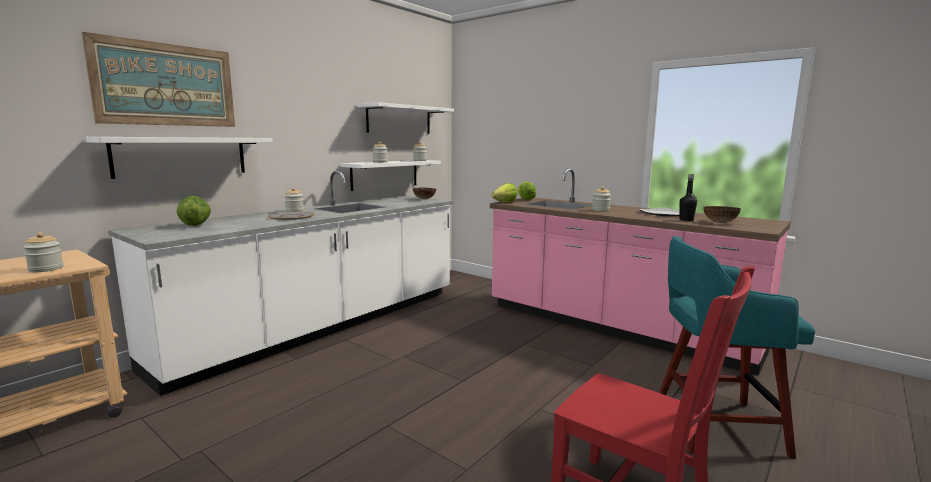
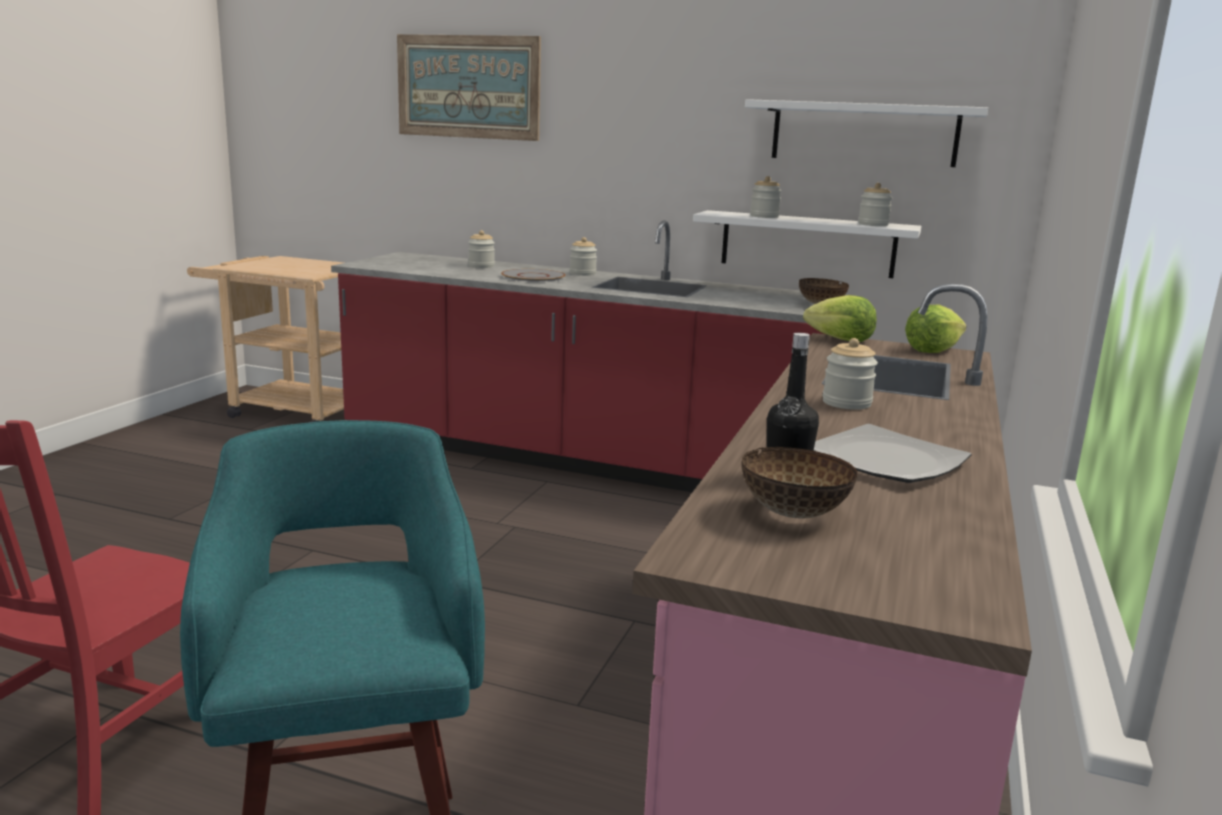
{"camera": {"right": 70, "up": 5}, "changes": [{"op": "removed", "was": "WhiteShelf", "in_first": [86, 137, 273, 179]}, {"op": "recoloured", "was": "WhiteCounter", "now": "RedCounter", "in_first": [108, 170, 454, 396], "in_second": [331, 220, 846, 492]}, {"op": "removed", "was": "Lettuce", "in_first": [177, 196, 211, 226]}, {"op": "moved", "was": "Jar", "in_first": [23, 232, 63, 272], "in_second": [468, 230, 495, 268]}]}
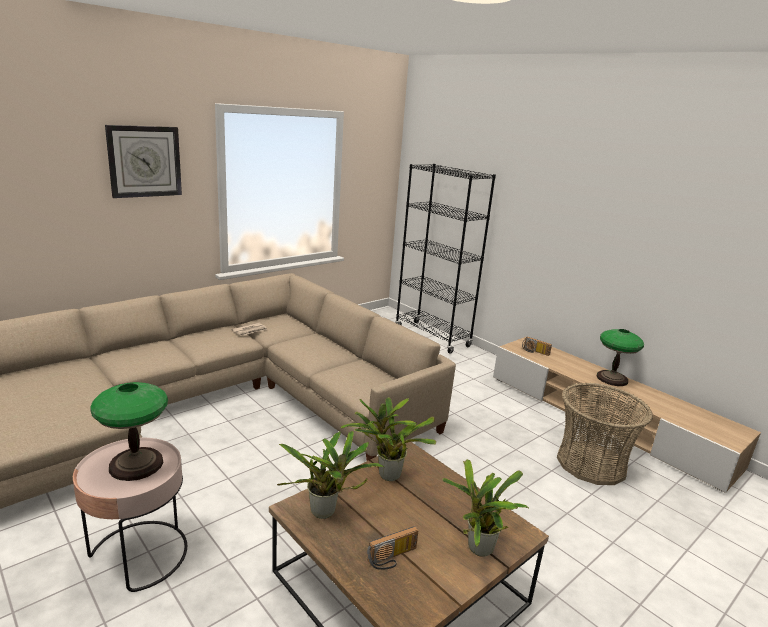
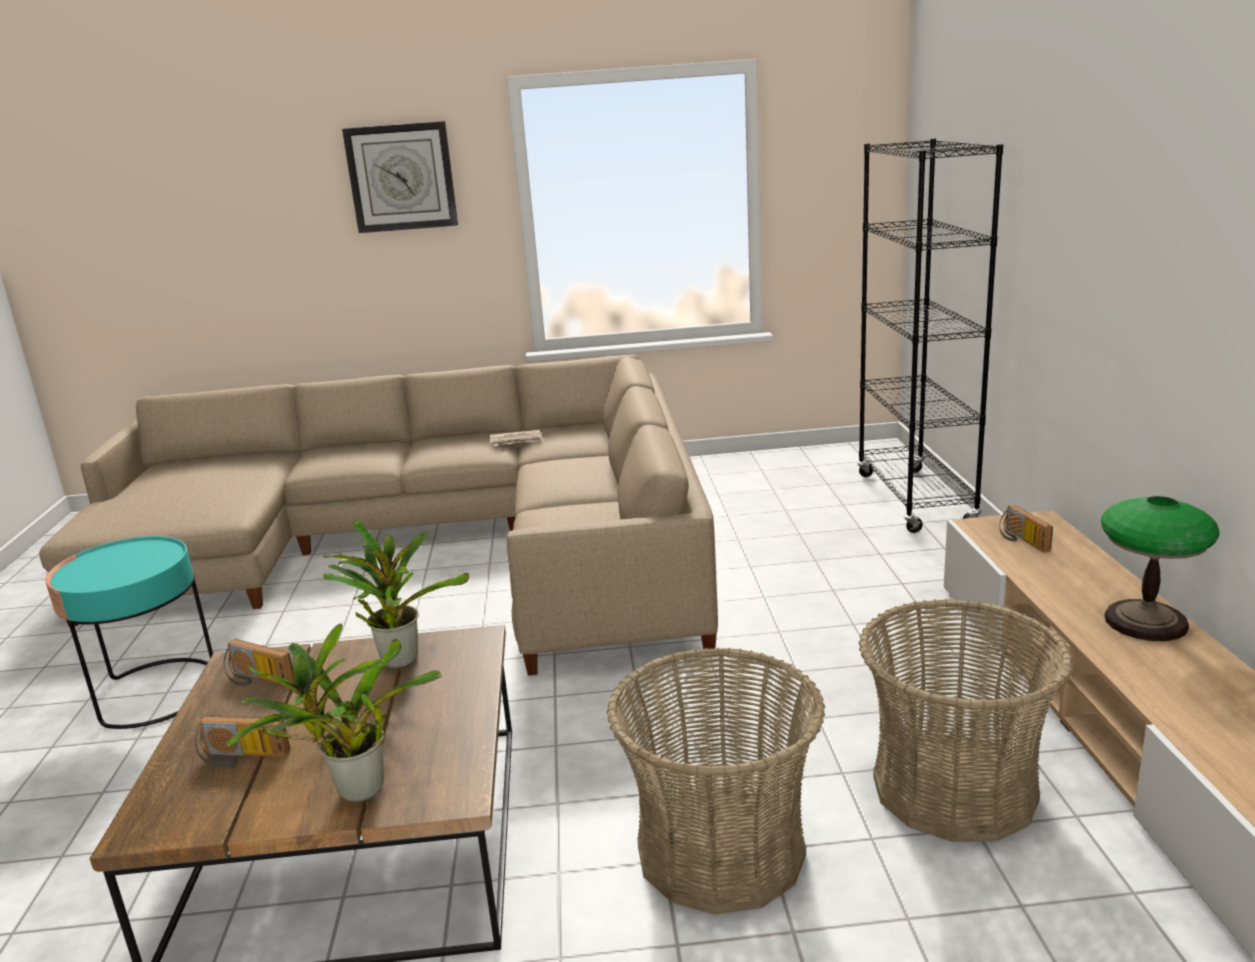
{"camera": {"right": 40, "up": 0}, "changes": [{"op": "removed", "was": "TableLamp", "in_first": [90, 382, 168, 481]}, {"op": "replaced", "was": "PottedPlant", "now": "Radio", "in_first": [277, 431, 385, 519], "in_second": [224, 639, 295, 686]}, {"op": "recoloured", "was": "PinkSideTable", "now": "TurquoiseSideTable", "in_first": [73, 438, 187, 592], "in_second": [45, 536, 213, 729]}, {"op": "added", "now": "Basket", "in_second": [607, 647, 825, 915]}]}
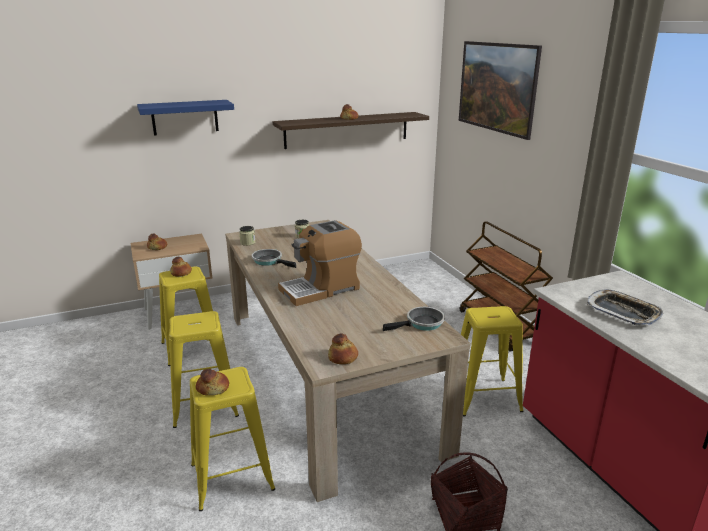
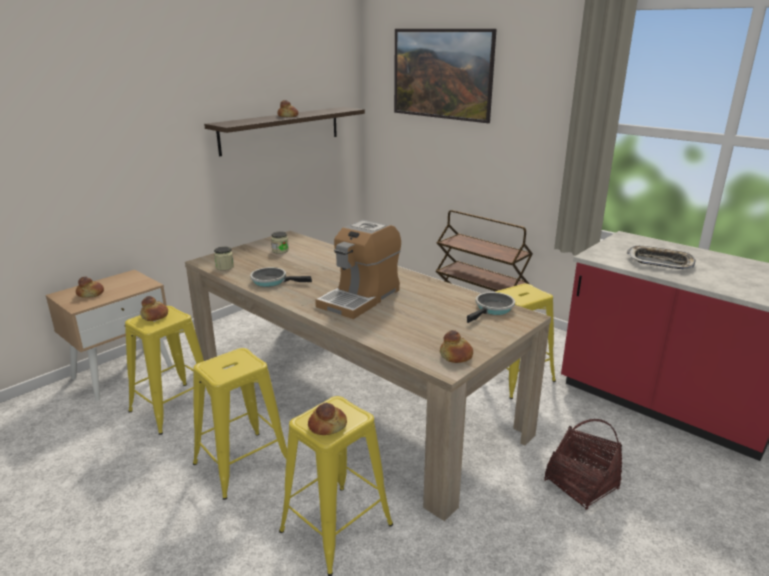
{"camera": {"right": -25, "up": 0}, "changes": [{"op": "removed", "was": "BlueShelf", "in_first": [137, 100, 234, 135]}]}
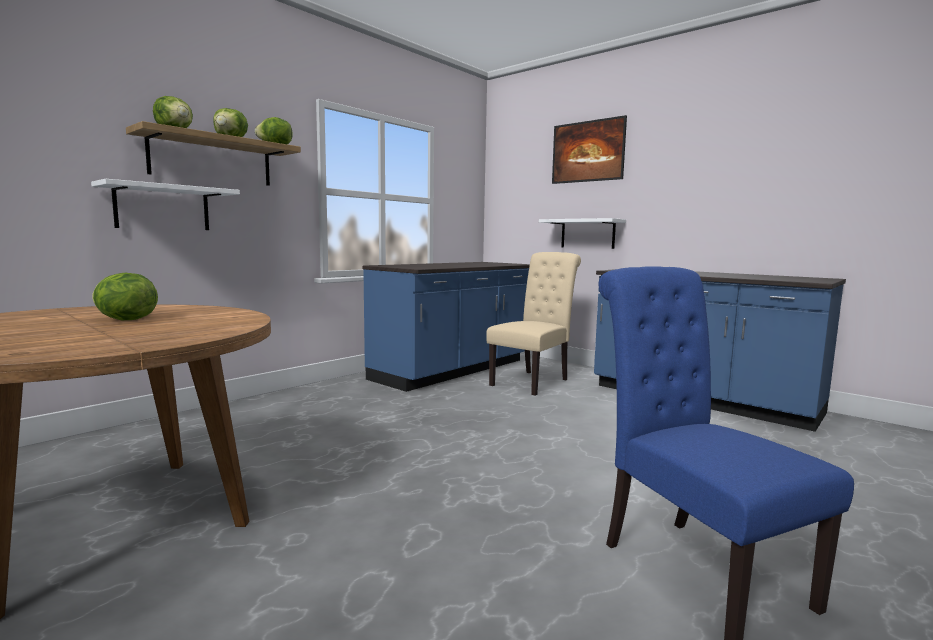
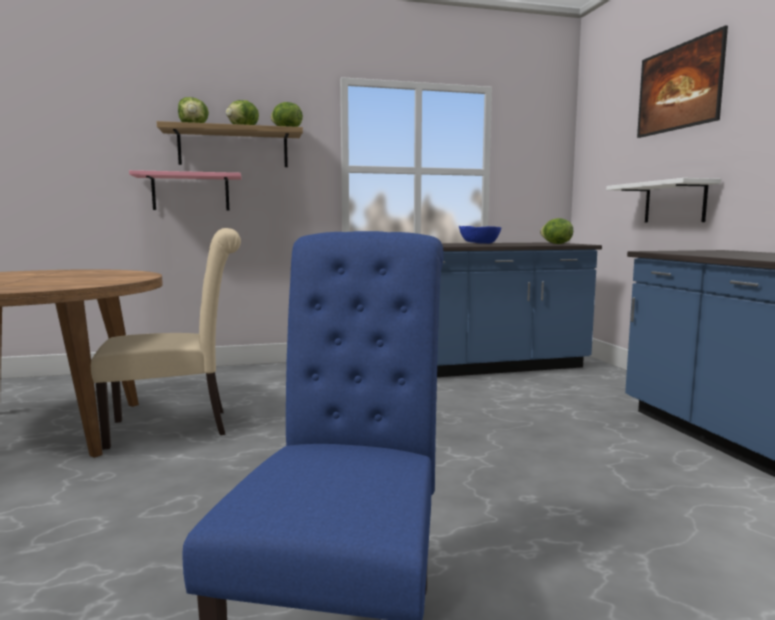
{"camera": {"right": 35, "up": 0}, "changes": [{"op": "recoloured", "was": "WhiteShelf", "now": "PinkShelf", "in_first": [91, 179, 240, 230], "in_second": [129, 170, 241, 210]}, {"op": "moved", "was": "BeigeChair", "in_first": [486, 252, 581, 396], "in_second": [91, 228, 241, 450]}, {"op": "moved", "was": "Lettuce", "in_first": [92, 273, 158, 320], "in_second": [540, 218, 573, 244]}, {"op": "added", "now": "BlueBowl", "in_second": [459, 226, 501, 244]}]}
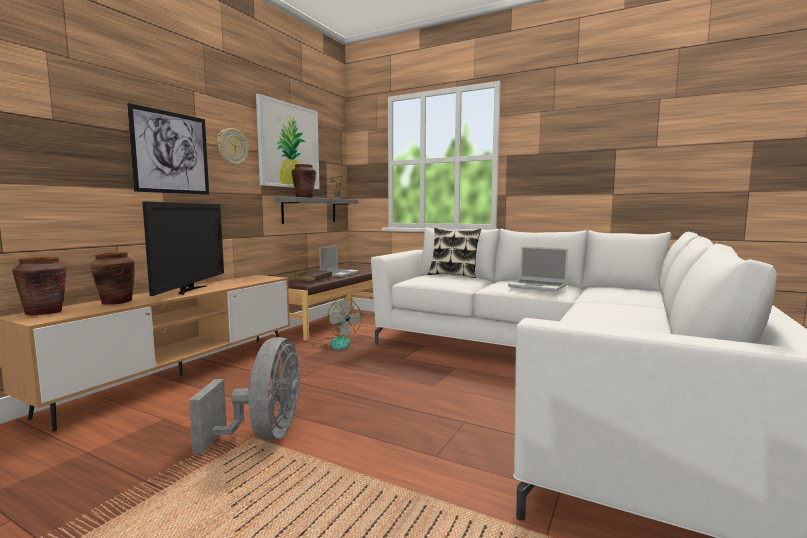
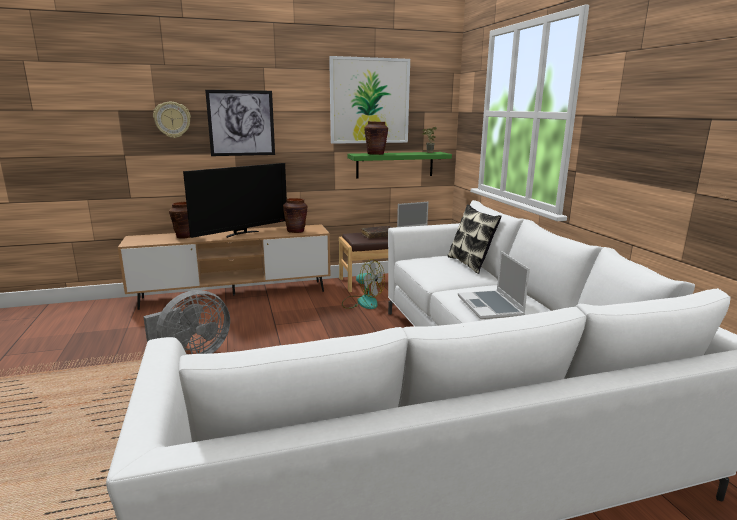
{"camera": {"right": 45, "up": 10}, "changes": [{"op": "moved", "was": "WallClock", "in_first": [217, 128, 249, 167], "in_second": [153, 102, 191, 138]}, {"op": "recoloured", "was": "GreyShelf", "now": "GreenShelf", "in_first": [274, 197, 358, 224], "in_second": [347, 152, 452, 179]}, {"op": "moved", "was": "BrownVase", "in_first": [13, 257, 67, 315], "in_second": [283, 198, 308, 233]}, {"op": "turned", "was": "Fan", "in_first": [312, 298, 362, 350], "in_second": [342, 259, 385, 309], "clockwise": -60}]}
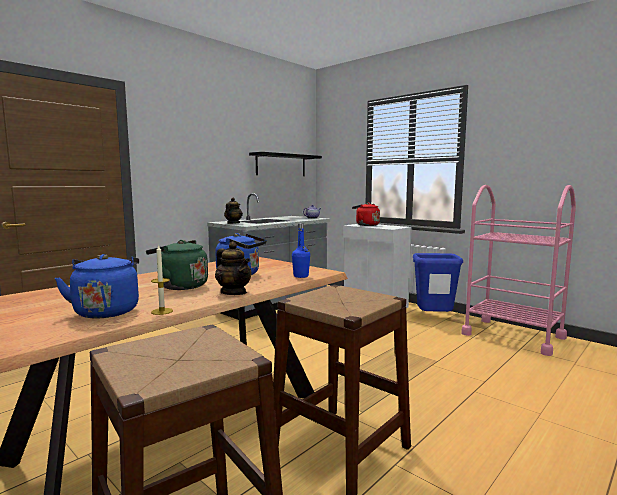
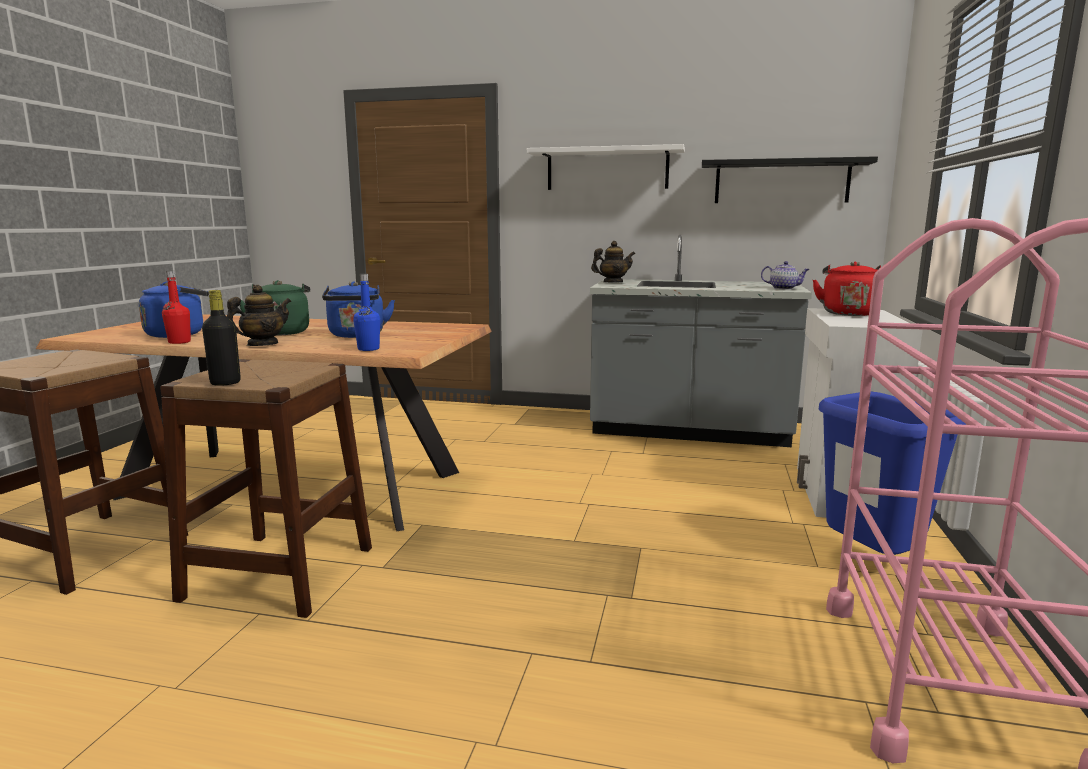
{"camera": {"right": 60, "up": 5}, "changes": [{"op": "turned", "was": "Teapot", "in_first": [215, 242, 252, 295], "in_second": [227, 285, 291, 346], "clockwise": -150}, {"op": "replaced", "was": "Candle", "now": "RedBottle", "in_first": [151, 244, 173, 315], "in_second": [162, 271, 191, 344]}, {"op": "added", "now": "WhiteShelf", "in_second": [527, 144, 685, 190]}, {"op": "added", "now": "BlackBottle", "in_second": [202, 290, 241, 386]}]}
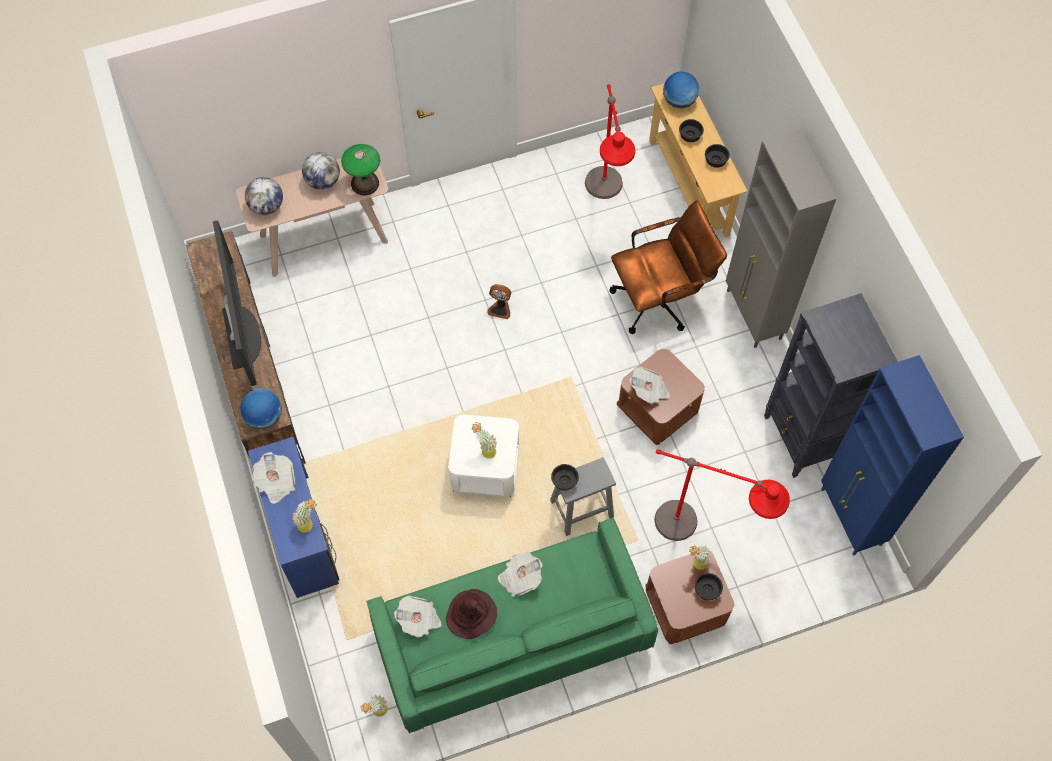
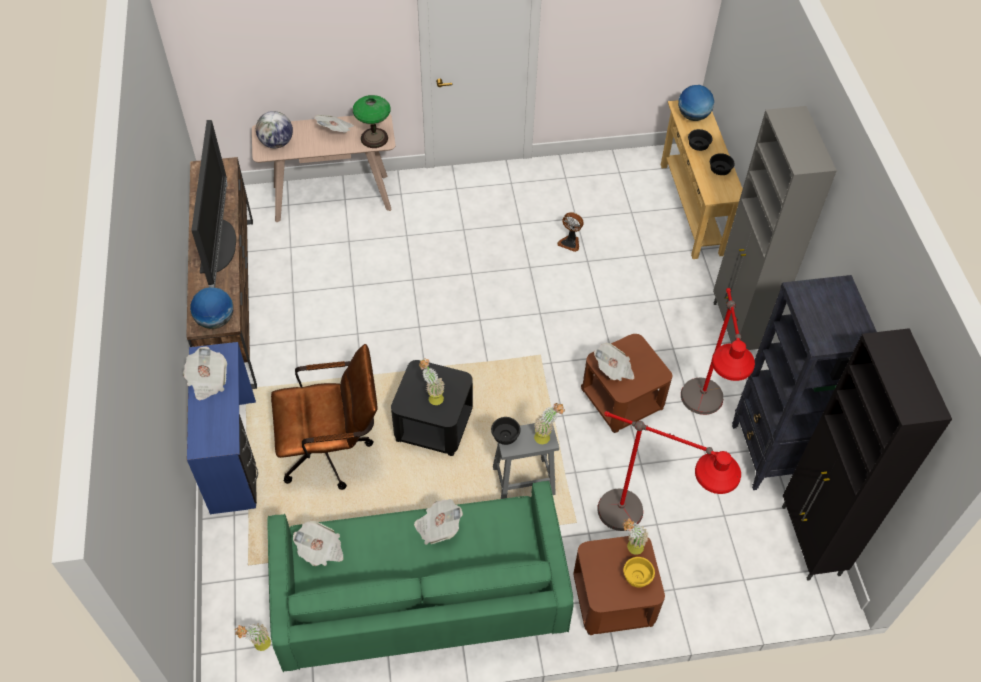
{"camera": {"right": 10, "up": -10}, "changes": [{"op": "moved", "was": "RedFloorLamp", "in_first": [585, 84, 635, 199], "in_second": [681, 288, 755, 415]}, {"op": "replaced", "was": "Globe", "now": "Newspaper", "in_first": [302, 152, 340, 190], "in_second": [314, 115, 354, 133]}, {"op": "moved", "was": "BrownOfficeChair", "in_first": [609, 200, 727, 334], "in_second": [271, 344, 377, 490]}, {"op": "moved", "was": "Fan", "in_first": [487, 284, 511, 319], "in_second": [557, 212, 584, 252]}, {"op": "recoloured", "was": "BlueCabinet", "now": "BlackCabinet", "in_first": [821, 355, 964, 556], "in_second": [782, 328, 952, 581]}, {"op": "recoloured", "was": "WhiteSideTable", "now": "BlackSideTable", "in_first": [448, 415, 519, 498], "in_second": [391, 360, 473, 456]}, {"op": "moved", "was": "PottedPlant", "in_first": [292, 499, 317, 533], "in_second": [534, 403, 565, 444]}, {"op": "recoloured", "was": "BlackBowl", "now": "YellowBowl", "in_first": [695, 573, 723, 600], "in_second": [623, 557, 655, 587]}, {"op": "removed", "was": "BrownHat", "in_first": [446, 589, 497, 639]}]}
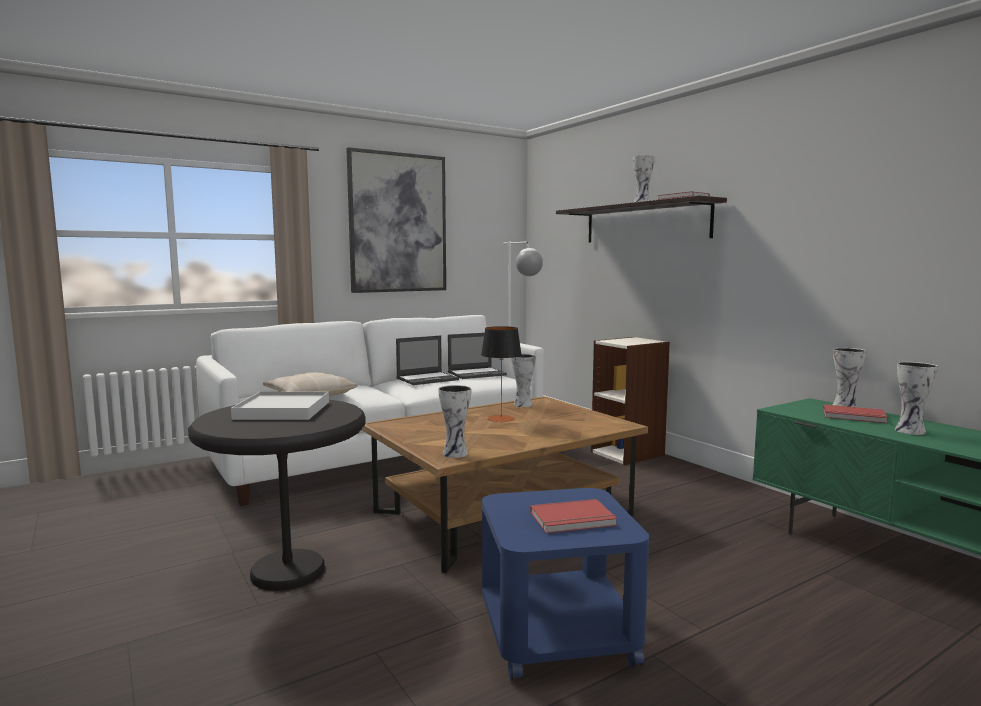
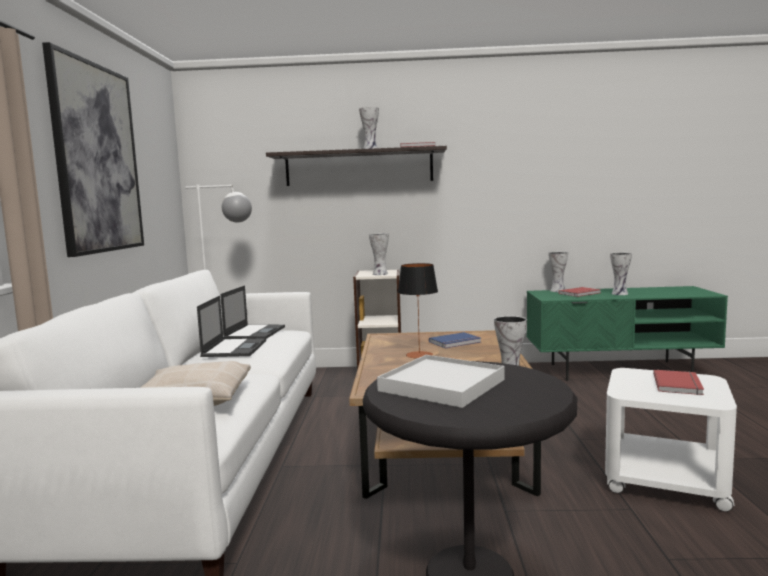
{"camera": {"right": -55, "up": 0}, "changes": [{"op": "moved", "was": "Vase", "in_first": [511, 354, 536, 407], "in_second": [369, 233, 389, 275]}, {"op": "recoloured", "was": "BlueSideTable", "now": "WhiteSideTable", "in_first": [482, 488, 649, 681], "in_second": [605, 368, 737, 512]}, {"op": "added", "now": "BlueBook", "in_second": [429, 332, 481, 348]}]}
